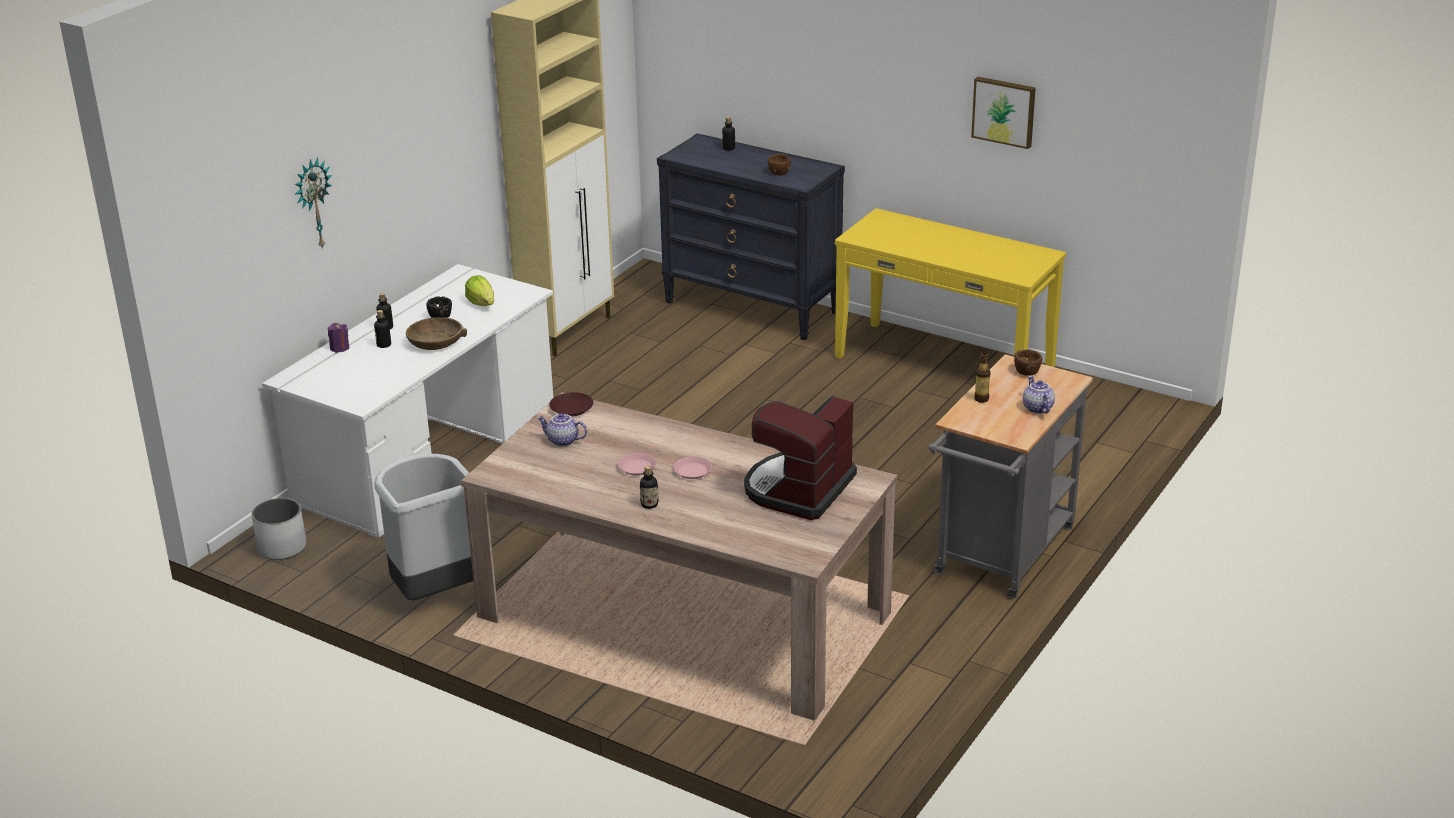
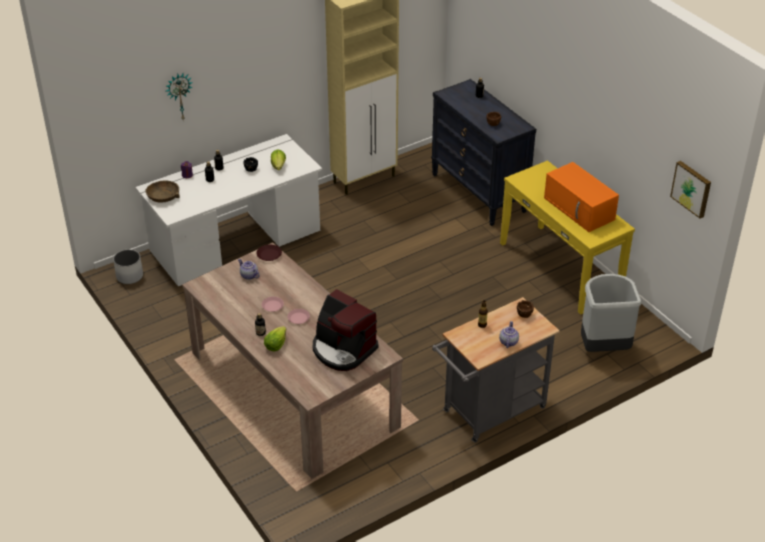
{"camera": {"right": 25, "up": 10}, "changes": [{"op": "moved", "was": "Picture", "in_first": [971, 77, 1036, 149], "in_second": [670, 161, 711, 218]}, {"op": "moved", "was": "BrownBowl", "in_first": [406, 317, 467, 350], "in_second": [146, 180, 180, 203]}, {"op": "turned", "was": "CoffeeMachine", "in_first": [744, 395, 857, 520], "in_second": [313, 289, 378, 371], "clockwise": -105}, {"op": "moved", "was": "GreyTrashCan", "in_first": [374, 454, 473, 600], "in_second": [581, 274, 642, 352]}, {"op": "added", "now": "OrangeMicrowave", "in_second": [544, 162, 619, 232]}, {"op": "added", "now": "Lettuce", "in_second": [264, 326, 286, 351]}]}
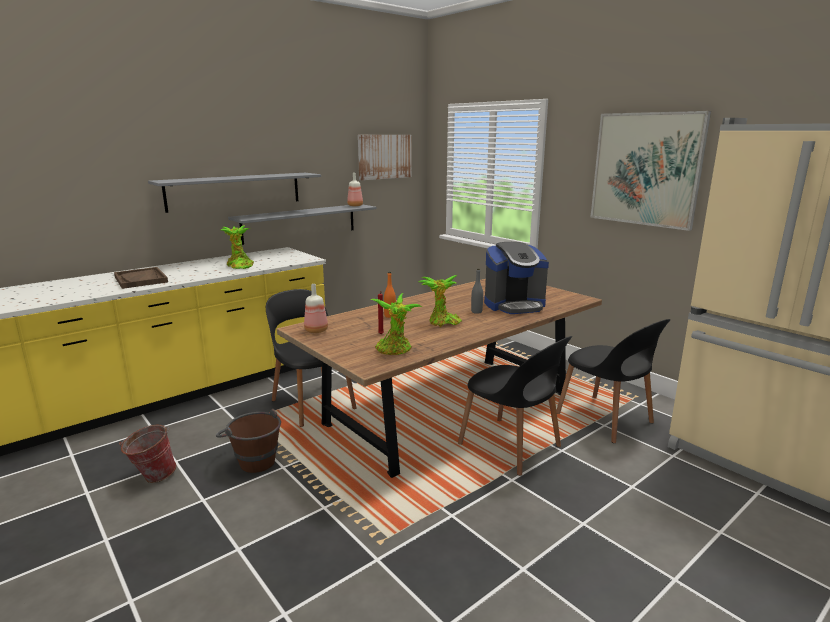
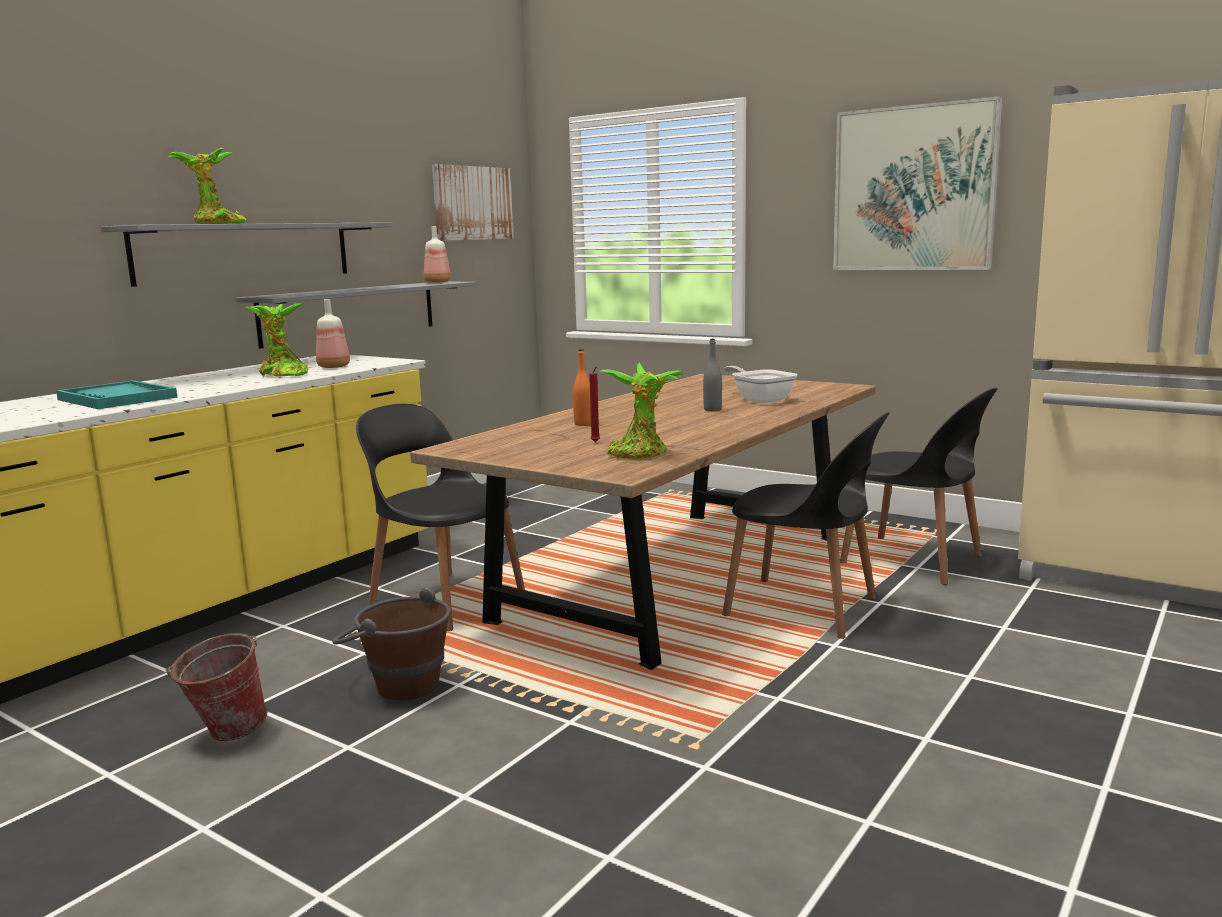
{"camera": {"right": -15, "up": -5}, "changes": [{"op": "replaced", "was": "CoffeeMachine", "now": "FryingPan", "in_first": [484, 242, 549, 314], "in_second": [724, 366, 798, 403]}, {"op": "recoloured", "was": "BrownTray", "now": "TurquoiseTray", "in_first": [114, 267, 168, 289], "in_second": [56, 380, 177, 409]}, {"op": "moved", "was": "PottedPlant", "in_first": [419, 275, 462, 327], "in_second": [167, 148, 247, 224]}, {"op": "moved", "was": "Bottle", "in_first": [304, 284, 328, 333], "in_second": [316, 299, 350, 368]}]}
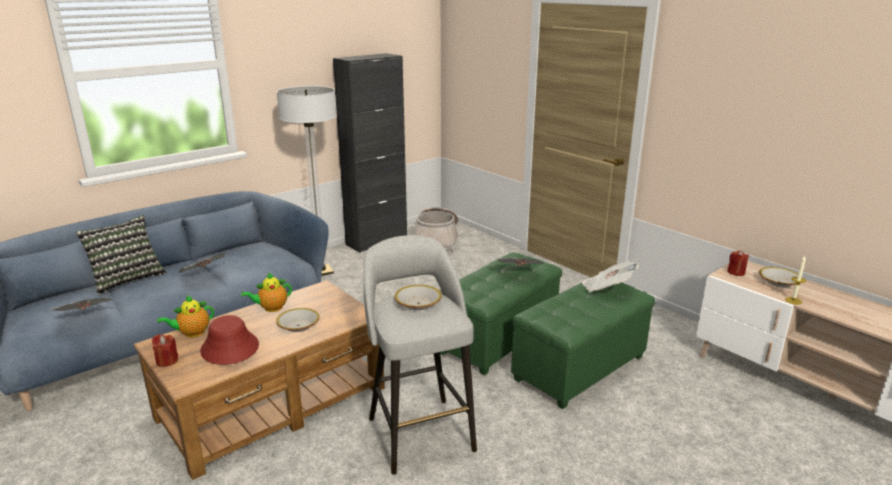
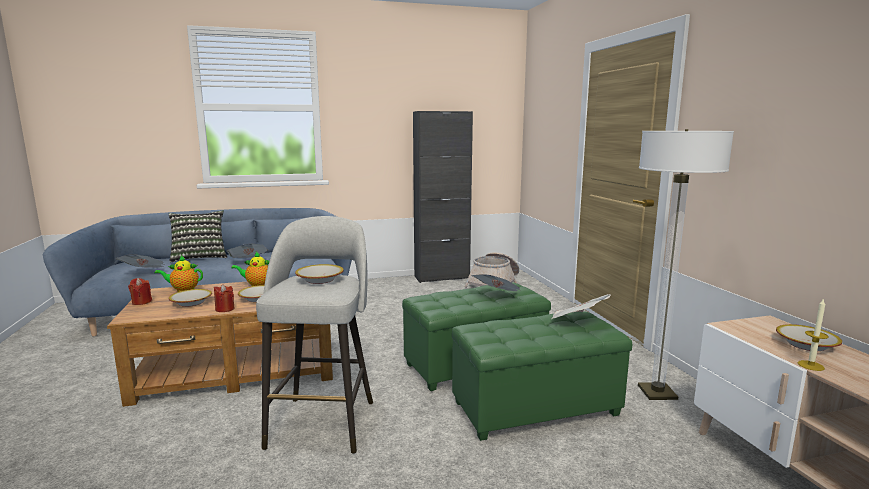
{"camera": {"right": 25, "up": -10}, "changes": [{"op": "moved", "was": "FloorLamp", "in_first": [277, 86, 337, 276], "in_second": [638, 129, 734, 400]}, {"op": "moved", "was": "RedCandle", "in_first": [727, 251, 749, 276], "in_second": [214, 284, 235, 312]}, {"op": "replaced", "was": "RedHat", "now": "Bowl", "in_first": [200, 315, 259, 365], "in_second": [169, 289, 212, 307]}]}
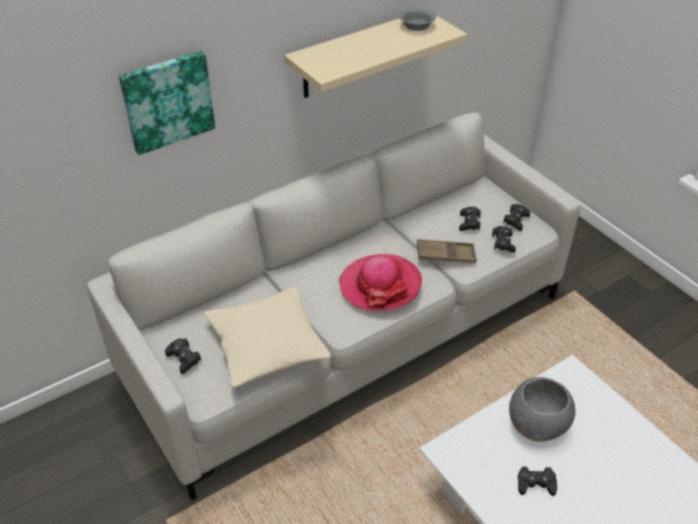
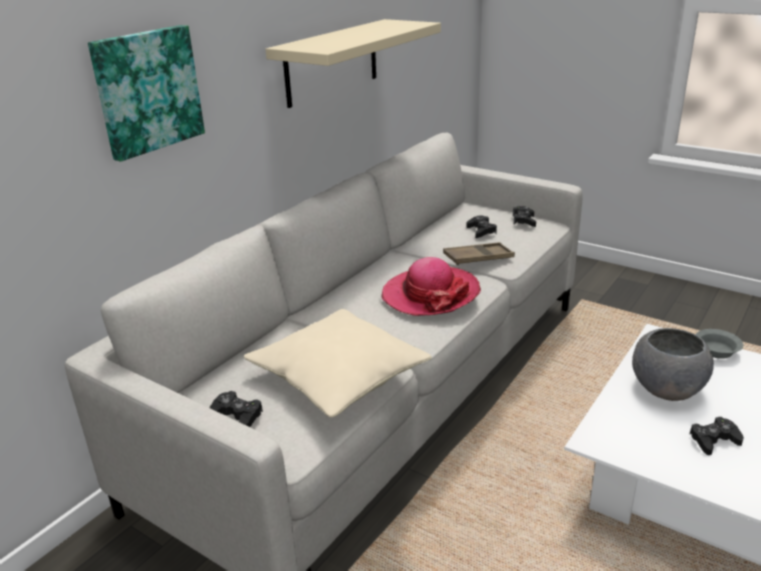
{"camera": {"right": -20, "up": -15}, "changes": [{"op": "moved", "was": "GreyBowl", "in_first": [399, 7, 437, 31], "in_second": [695, 329, 743, 359]}, {"op": "removed", "was": "BlackGameController", "in_first": [492, 226, 516, 253]}]}
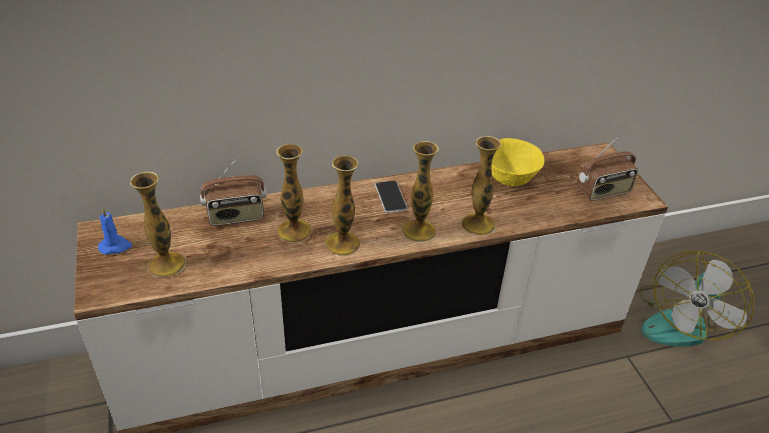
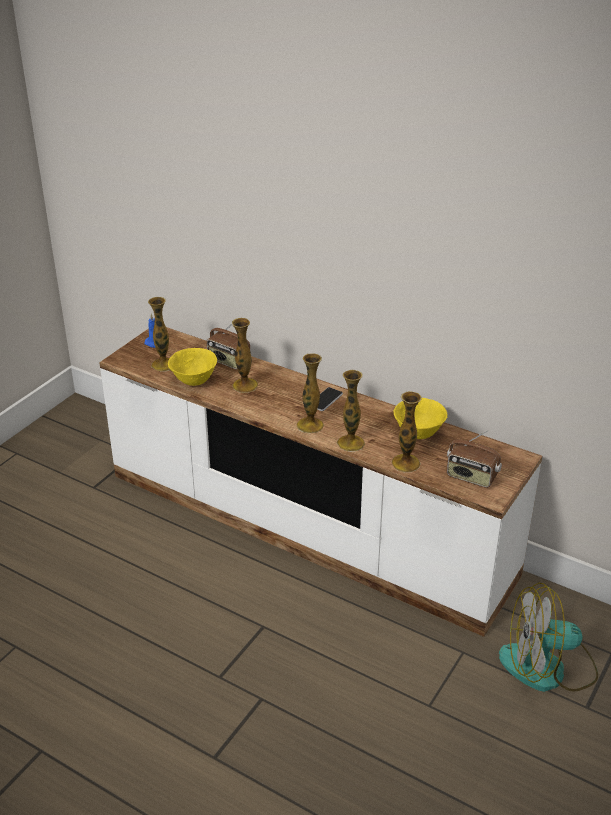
{"camera": {"right": 50, "up": -5}, "changes": [{"op": "moved", "was": "Vase", "in_first": [325, 155, 360, 256], "in_second": [391, 391, 422, 472]}, {"op": "added", "now": "YellowBowl", "in_second": [168, 348, 217, 386]}]}
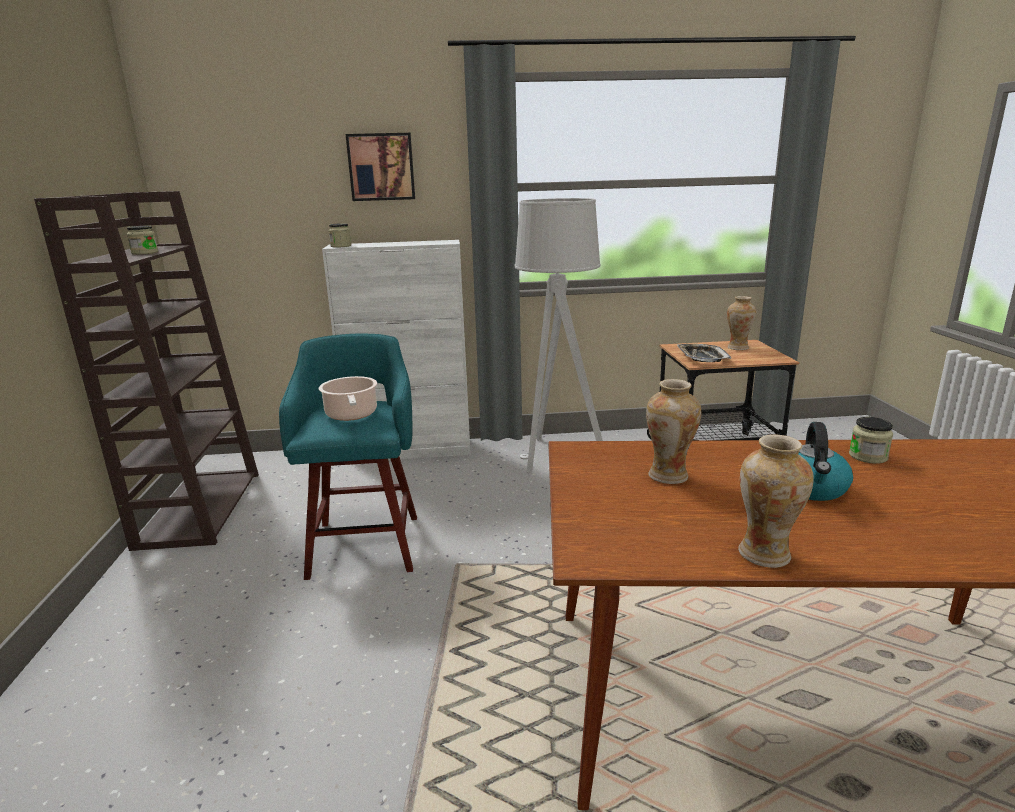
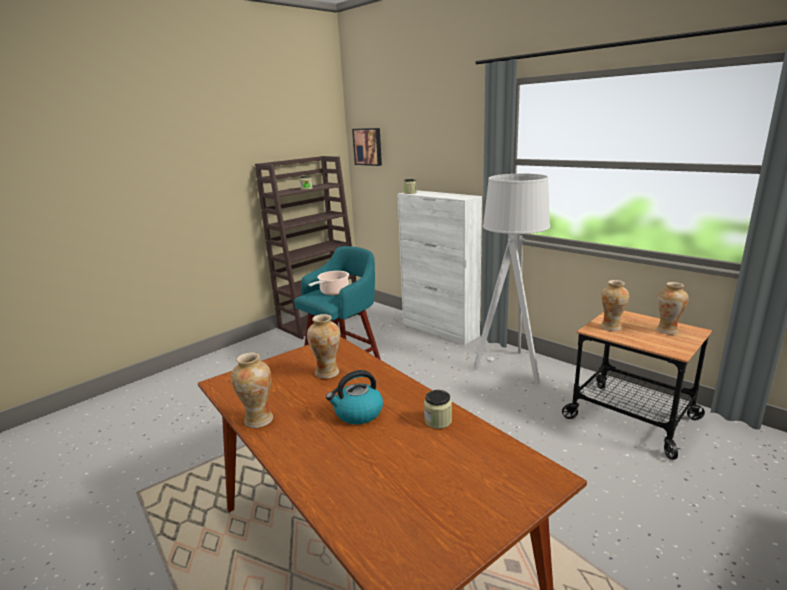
{"camera": {"right": 50, "up": 0}, "changes": [{"op": "moved", "was": "Picture", "in_first": [346, 133, 415, 201], "in_second": [352, 128, 382, 166]}, {"op": "replaced", "was": "Tray", "now": "Vase", "in_first": [677, 344, 731, 362], "in_second": [600, 280, 629, 331]}]}
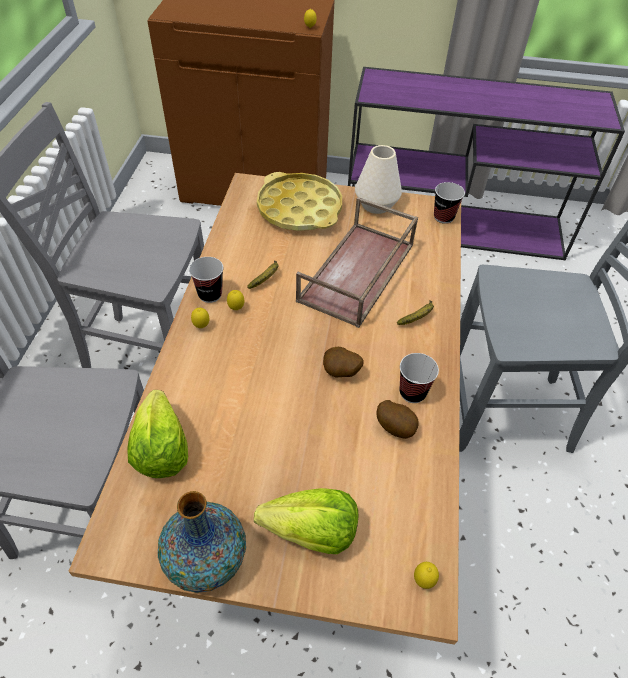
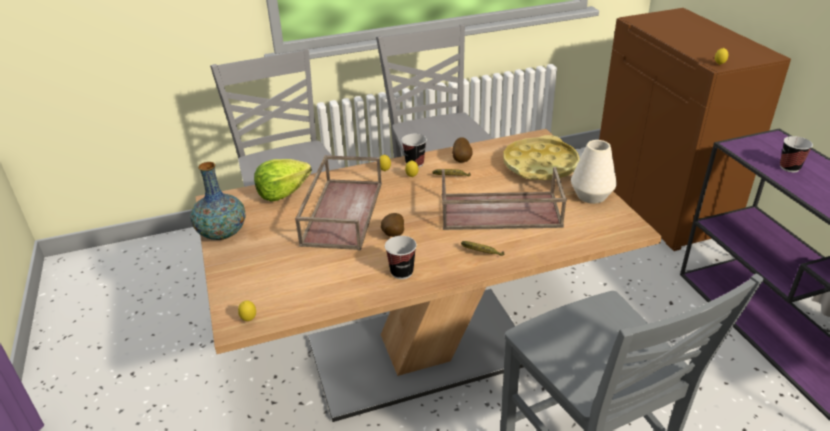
{"camera": {"right": 65, "up": -15}, "changes": [{"op": "moved", "was": "Cup", "in_first": [434, 182, 465, 224], "in_second": [780, 136, 813, 172]}, {"op": "moved", "was": "Potato", "in_first": [376, 400, 419, 439], "in_second": [452, 138, 473, 163]}, {"op": "removed", "was": "Lettuce", "in_first": [254, 488, 359, 554]}, {"op": "added", "now": "BrownTray", "in_second": [295, 155, 382, 250]}]}
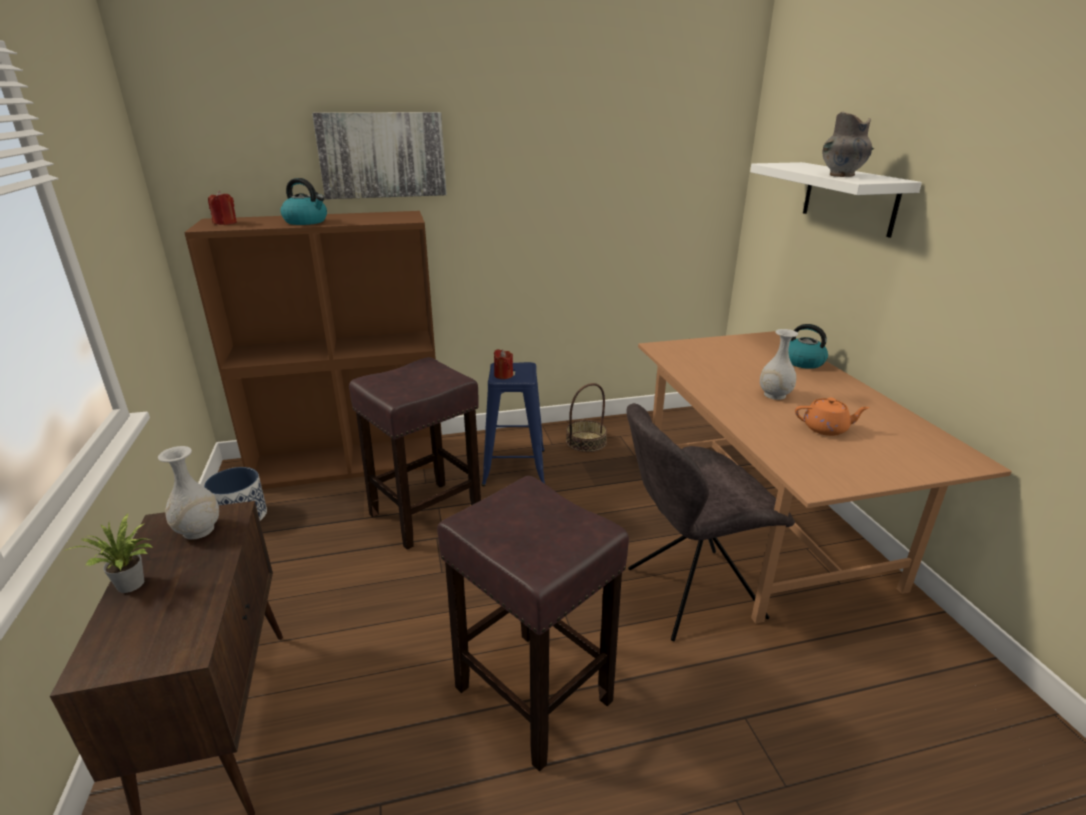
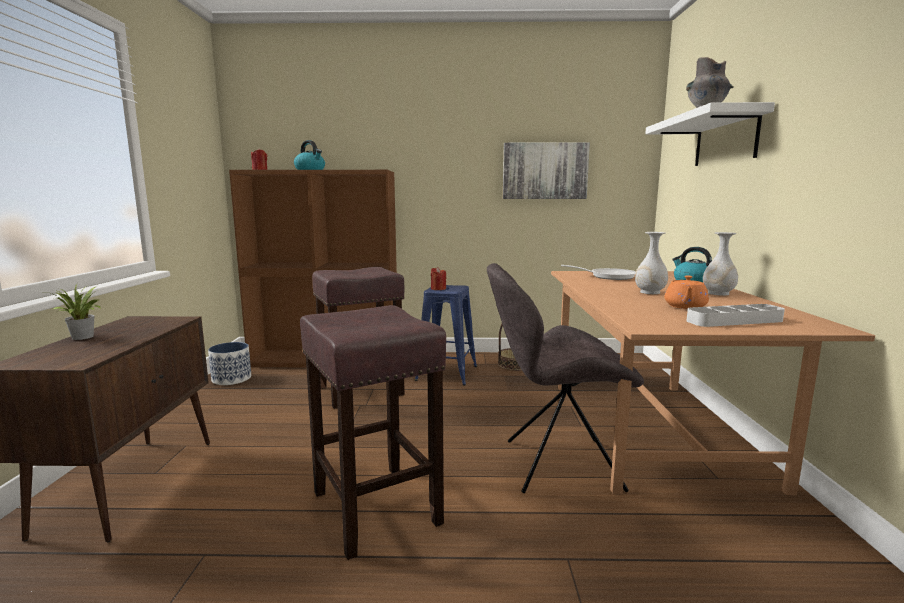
{"camera": {"right": 15, "up": -15}, "changes": [{"op": "moved", "was": "Picture", "in_first": [312, 112, 447, 199], "in_second": [503, 143, 590, 199]}, {"op": "turned", "was": "OrangeTeapot", "in_first": [795, 398, 870, 436], "in_second": [664, 275, 709, 309], "clockwise": 90}, {"op": "moved", "was": "WhiteVase", "in_first": [158, 446, 219, 539], "in_second": [703, 232, 738, 296]}, {"op": "added", "now": "FryingPan", "in_second": [561, 265, 636, 280]}, {"op": "added", "now": "GreyTray", "in_second": [687, 304, 785, 327]}]}
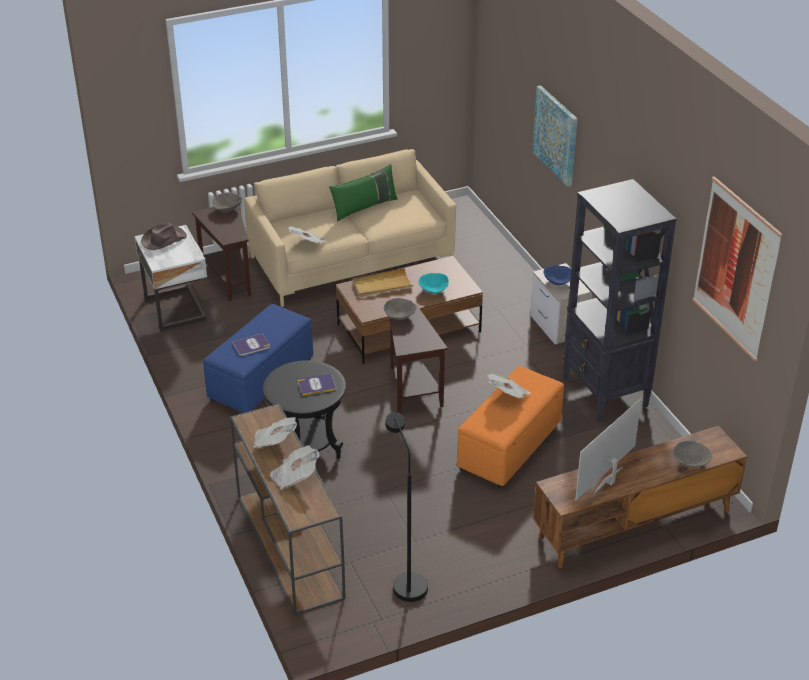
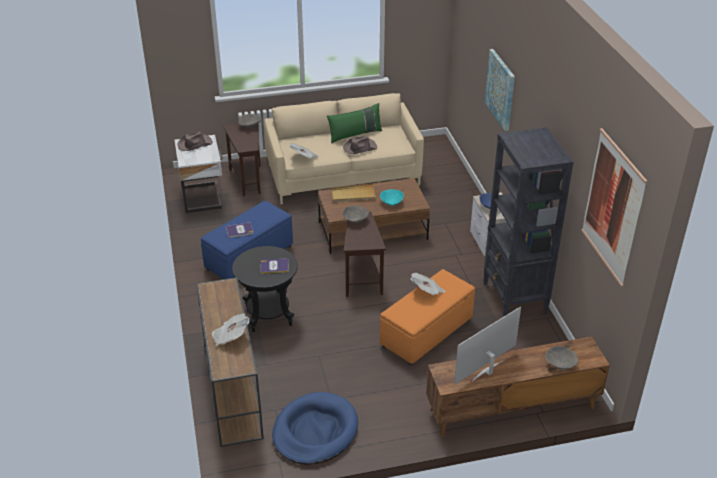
{"camera": {"right": 10, "up": 0}, "changes": [{"op": "replaced", "was": "BlackFloorLamp", "now": "BlueDogBed", "in_first": [385, 412, 428, 602], "in_second": [272, 392, 358, 465]}, {"op": "removed", "was": "Newspaper", "in_first": [253, 417, 297, 448]}, {"op": "added", "now": "BrownHat", "in_second": [343, 136, 377, 154]}]}
